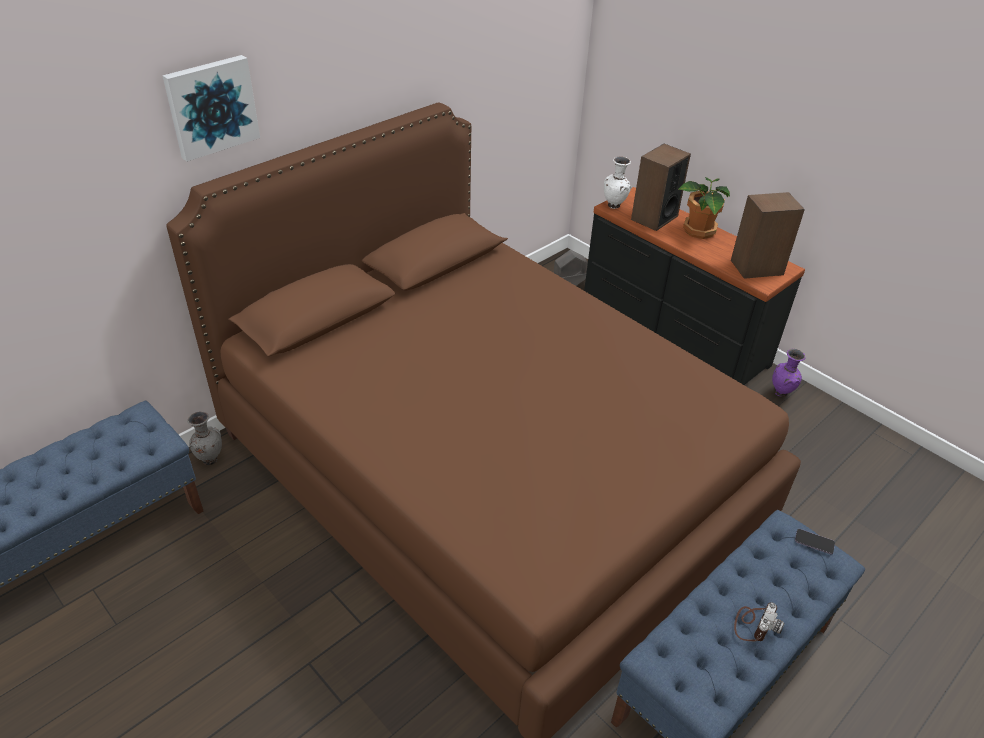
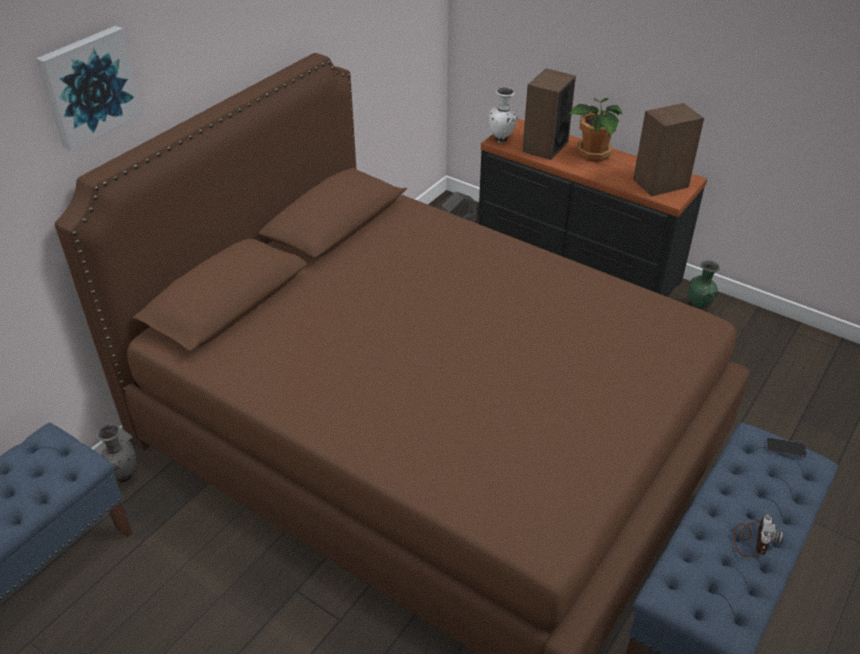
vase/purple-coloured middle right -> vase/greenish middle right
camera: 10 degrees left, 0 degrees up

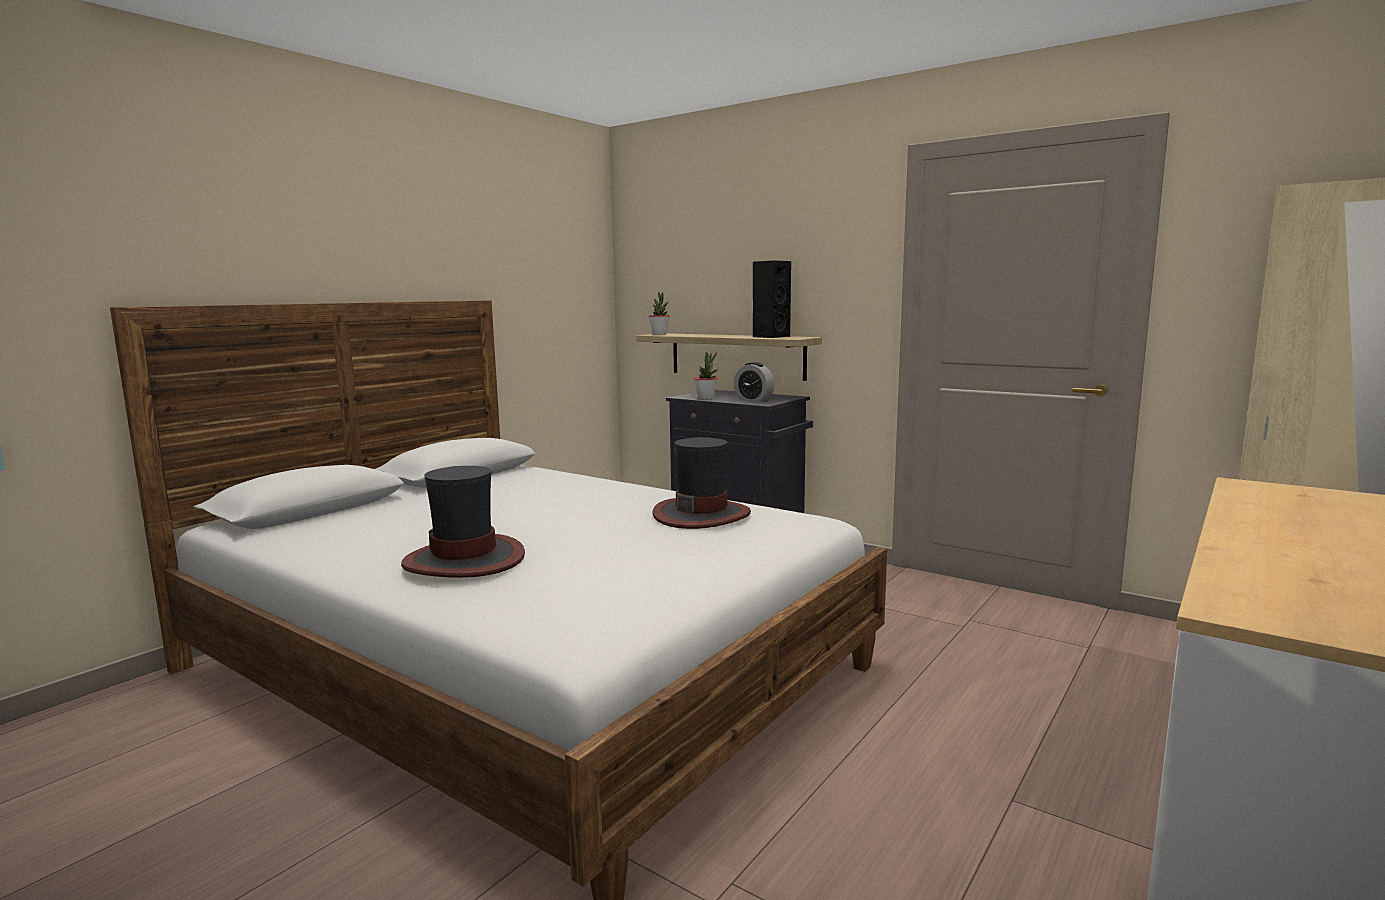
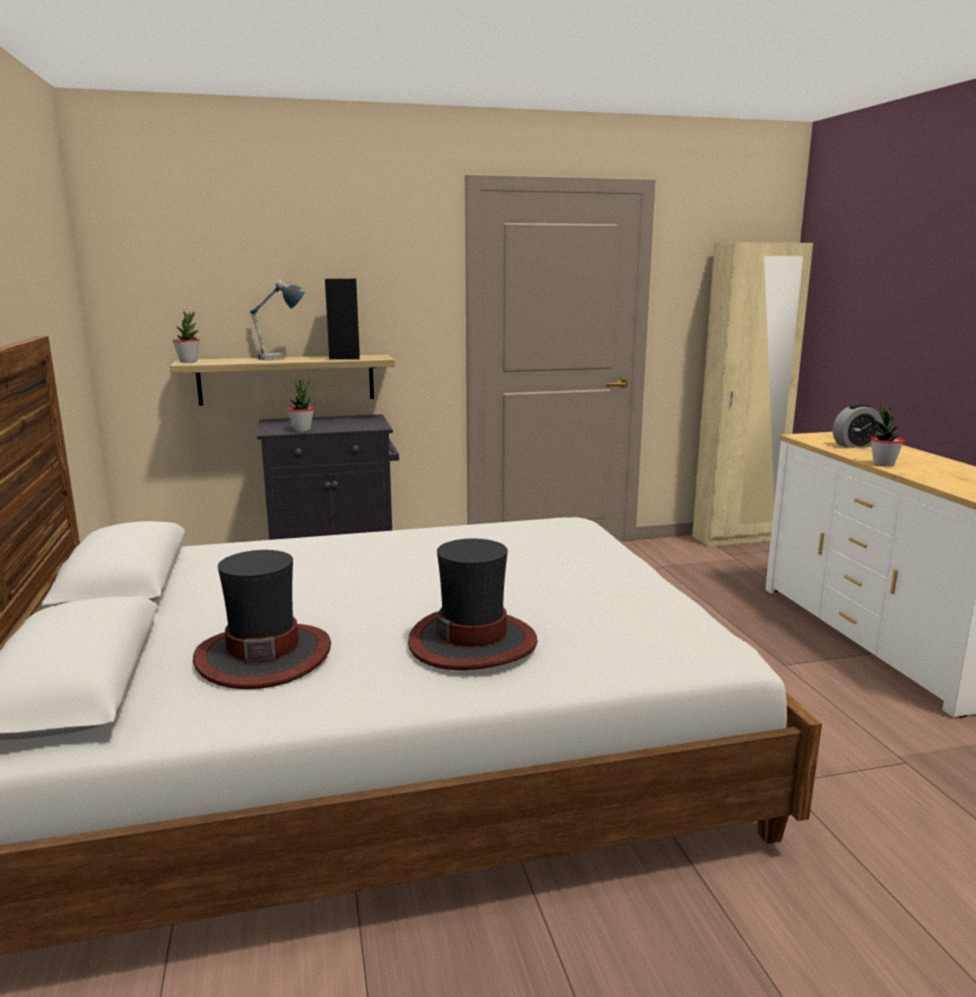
hat (no. 2 from left in the first image) centre -> hat (no. 1 from left) middle left, relocated
none -> lamp for a table top left
bedside clock centre -> bedside clock middle right, relocated
none -> potted plant (no. 3 from left) middle right
camera: 50 degrees left, 5 degrees up

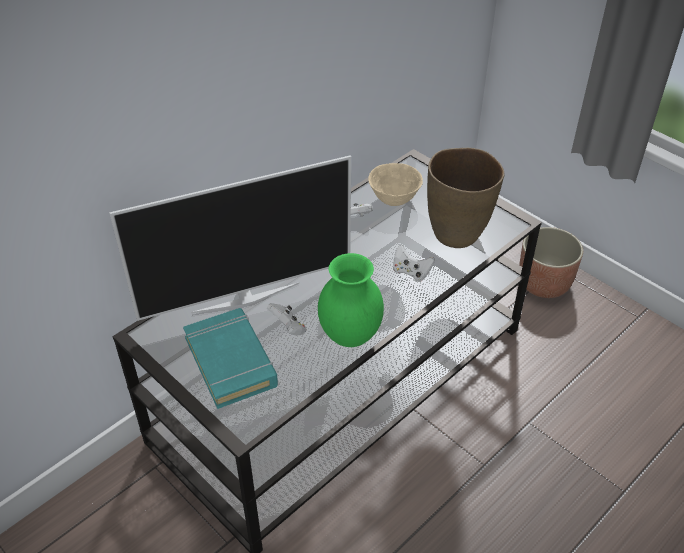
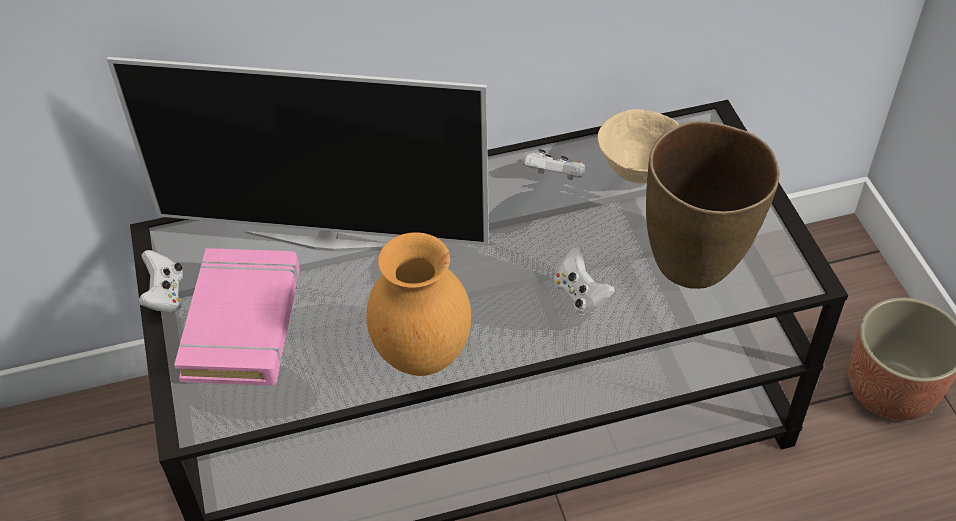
gamepad/white (no. 1 from left) centre -> gamepad/white (no. 1 from left) middle left, relocated
book/turquoise-coloured centre -> book/pink-coloured middle left
vase/greenish centre -> vase/brown (no. 1 from left) centre
camera: 30 degrees right, 5 degrees up

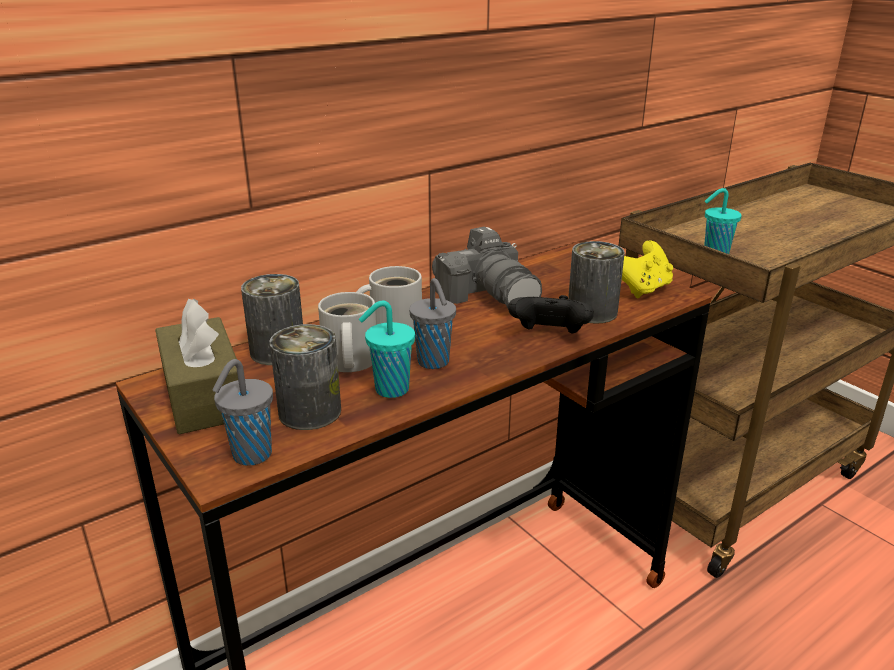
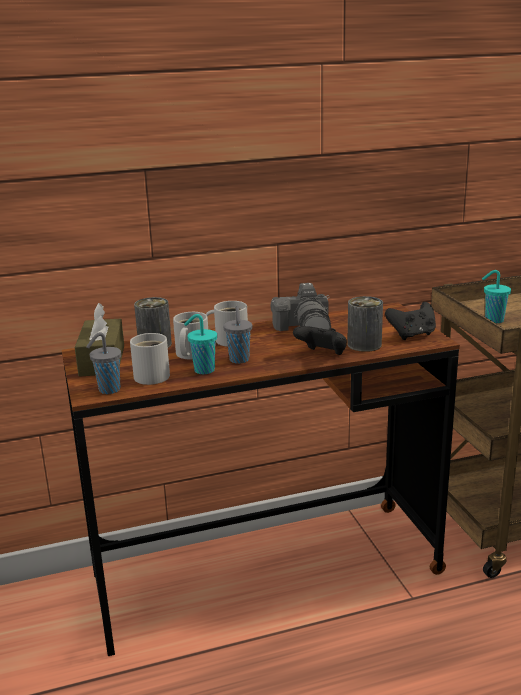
metal can (no. 2 from left) centre -> coffee mug/white (no. 1 from left) middle left
gamepad/yellowish middle right -> gamepad/blackish (no. 2 from left) middle right
camera: 20 degrees right, 5 degrees down

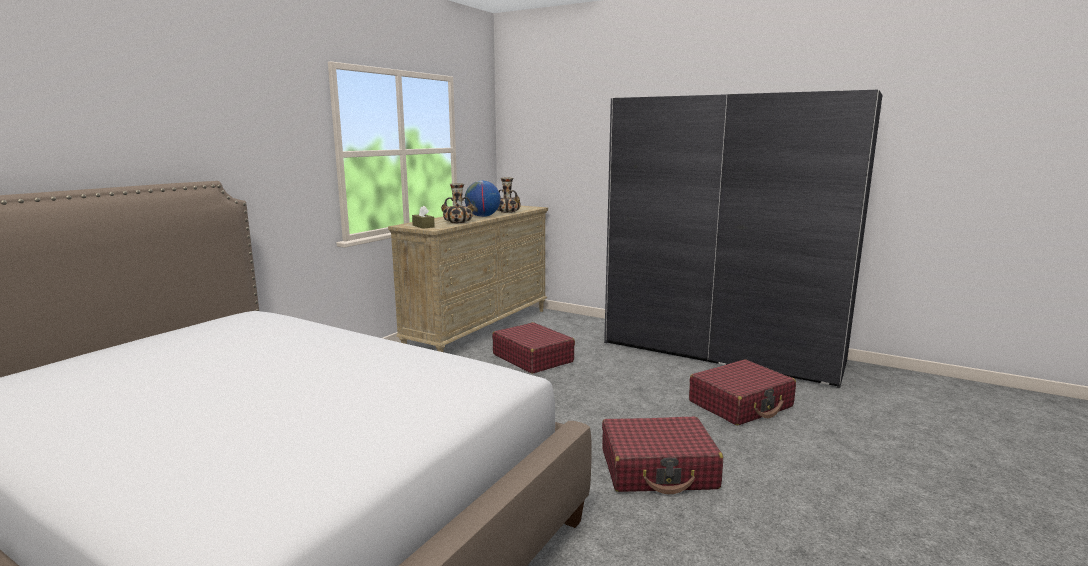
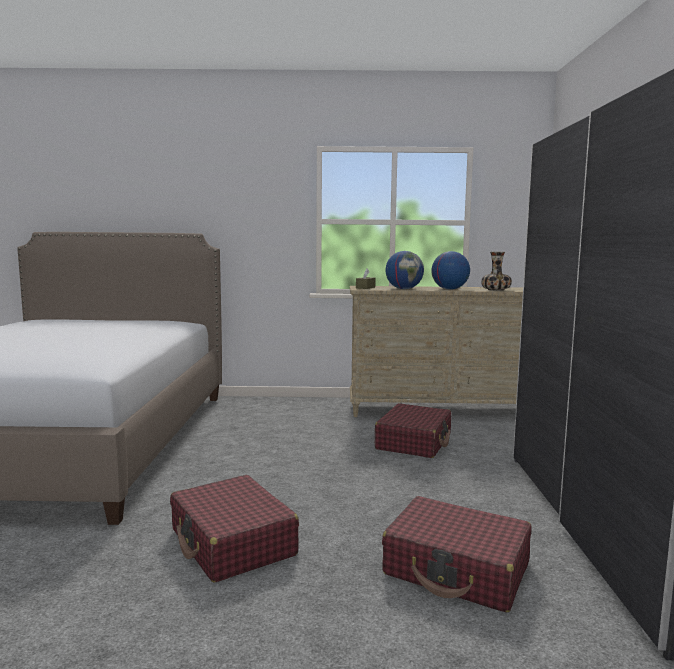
vase (no. 1 from left) centre -> world globe (no. 1 from left) centre
camera: 60 degrees right, 5 degrees down

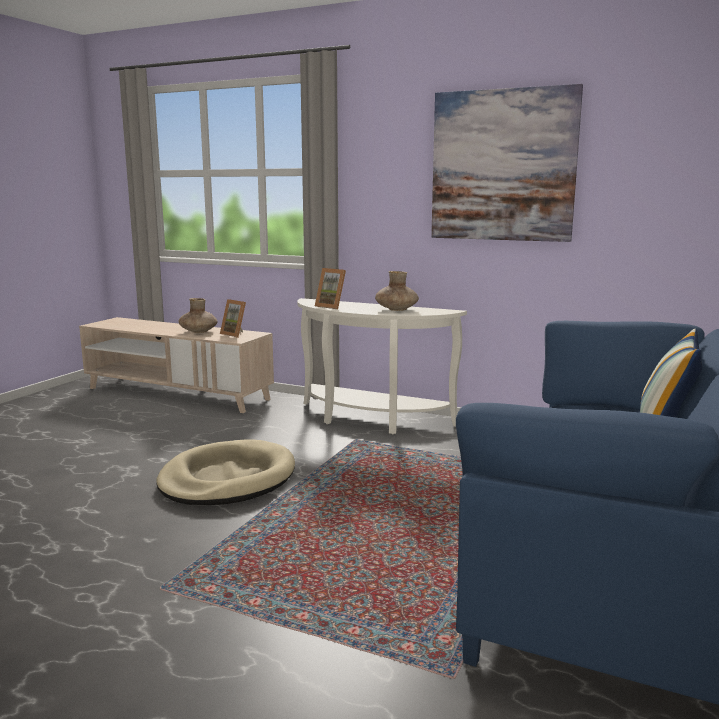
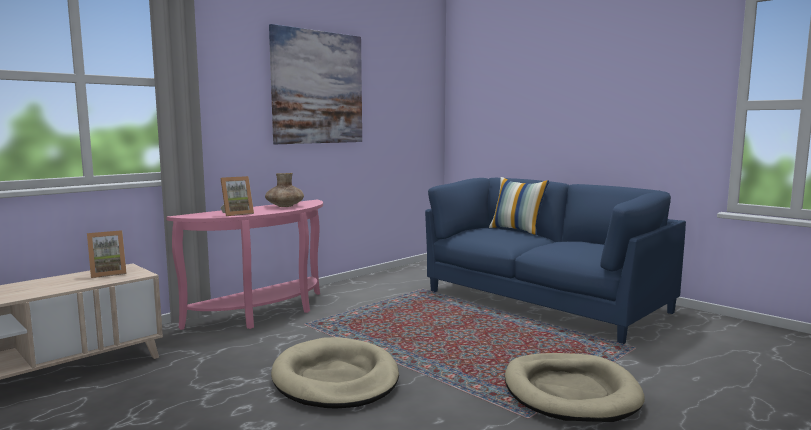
console table/white centre -> console table/pink-coloured middle left
none -> dog cushion/beige-coloured (no. 2 from left) bottom right
vase/brown (no. 1 from left) middle left -> none
camera: 70 degrees left, 5 degrees down

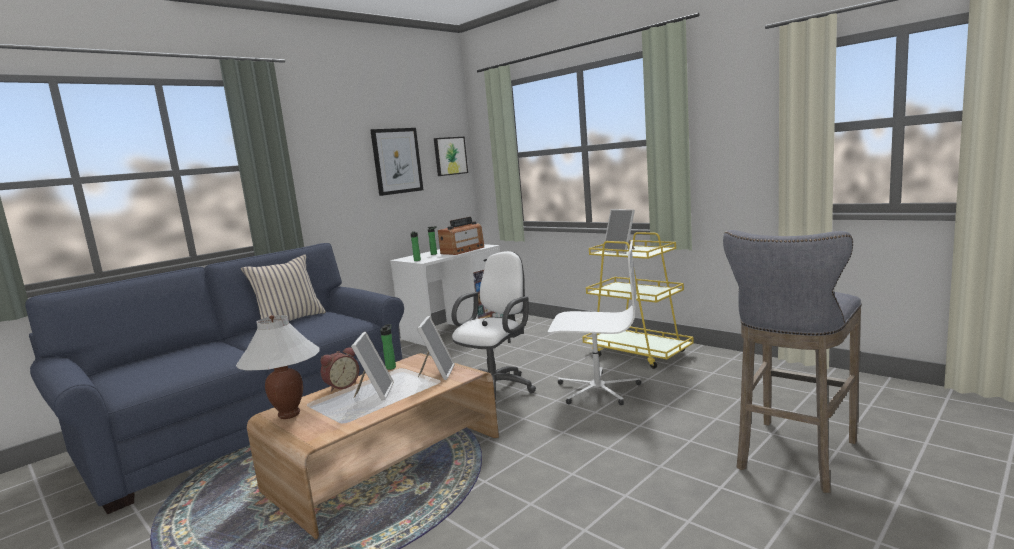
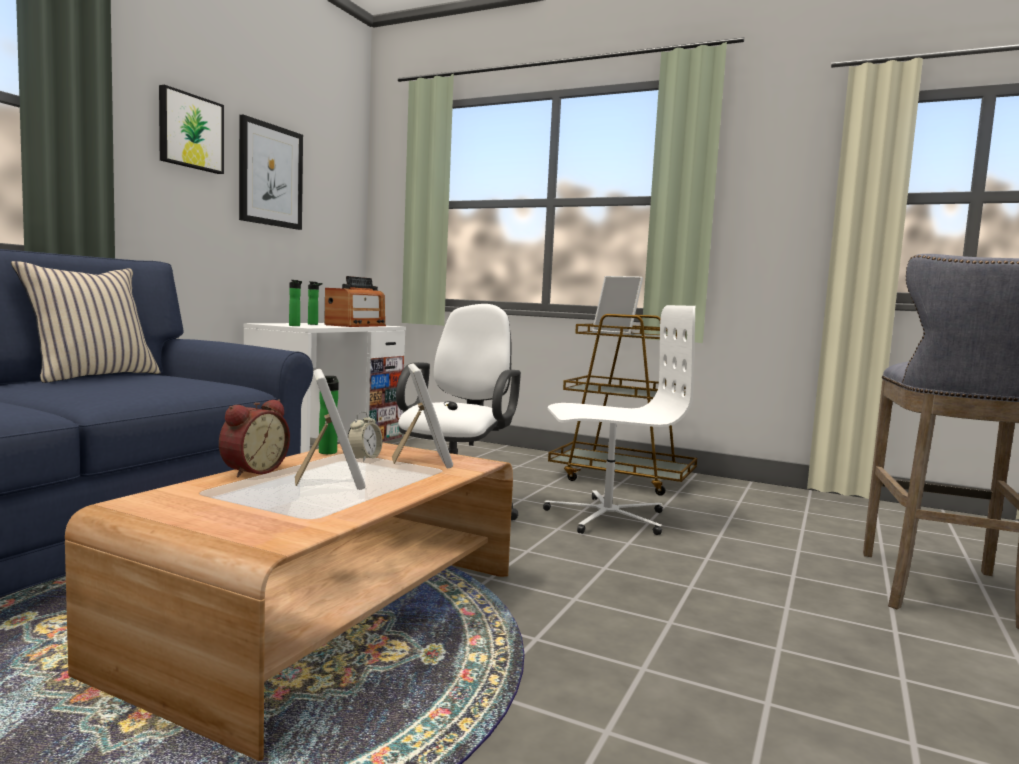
wall picture (no. 2 from left in the first image) top centre -> wall picture (no. 1 from left) top left, relocated
none -> bedside clock (no. 2 from left) centre
cart/yellowish centre -> cart/brown centre
lamp for a table/white bottom left -> none
camera: 20 degrees left, 5 degrees down

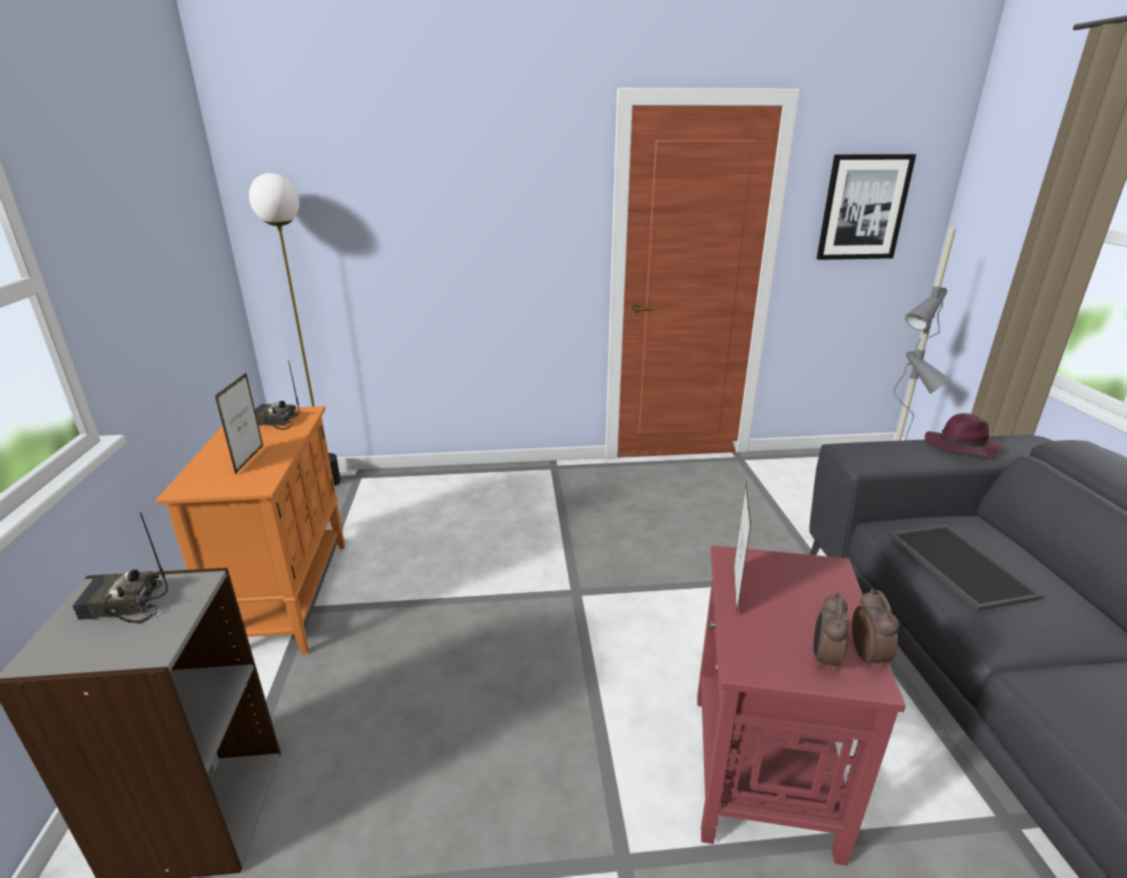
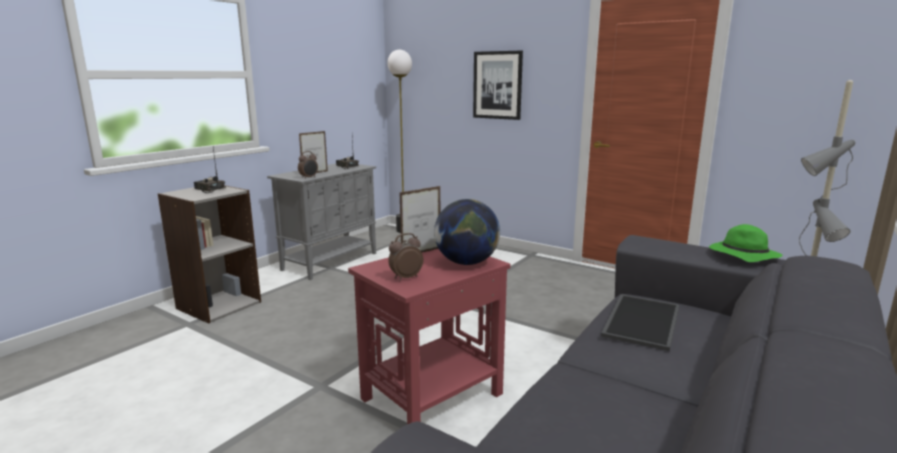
storage cabinet/orange-coloured middle left -> storage cabinet/greyish centre
bedside clock (no. 2 from left in the first image) bottom right -> bedside clock (no. 1 from left) centre, relocated
none -> world globe centre
wall picture top right -> wall picture top centre, relocated
hat/purple-coloured middle right -> hat/greenish middle right
camera: 40 degrees right, 10 degrees down

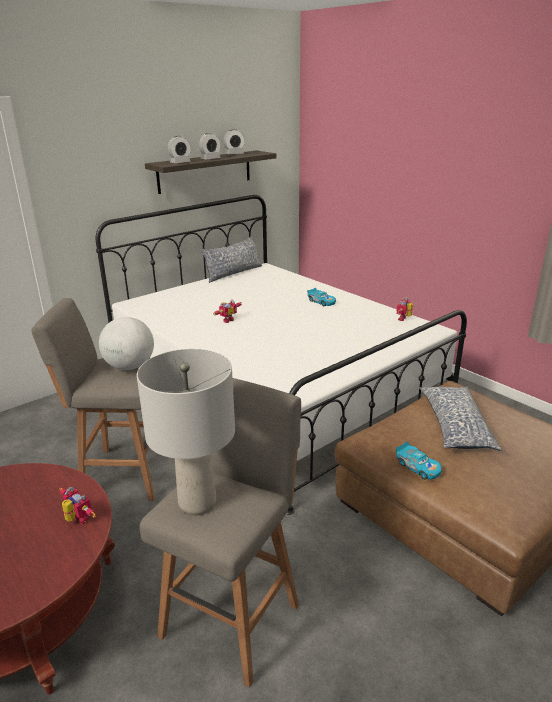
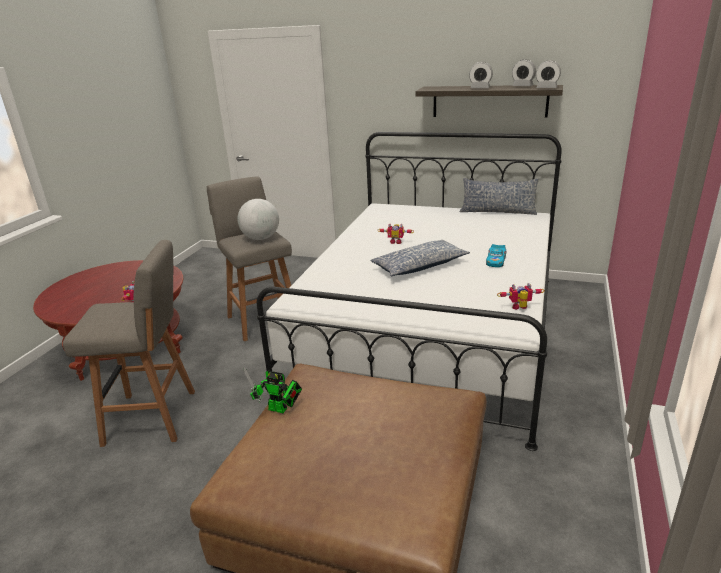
model car (no. 2 from left) middle right -> toy robot (no. 2 from left) bottom centre
throw pillow (no. 2 from left in the first image) middle right -> throw pillow (no. 1 from left) centre, relocated
bedside clock (no. 1 from left in the first image) top left -> bedside clock (no. 3 from left) top right, relocated
lamp for a table/greyish centre -> none
camera: 60 degrees right, 0 degrees up

